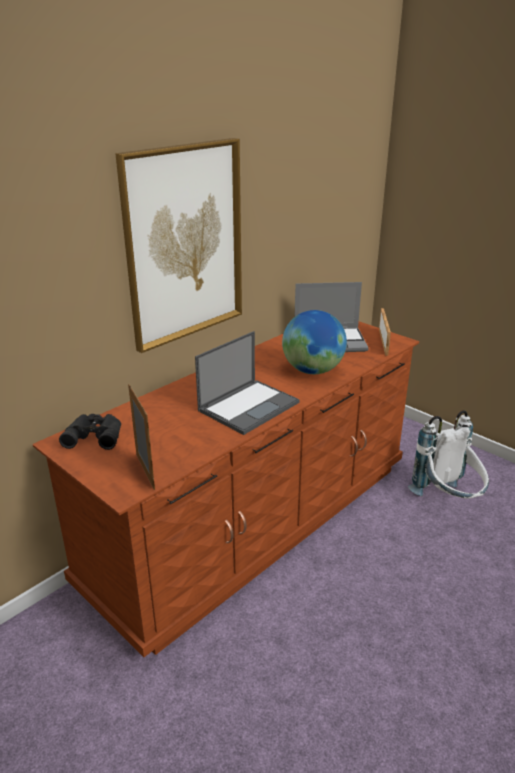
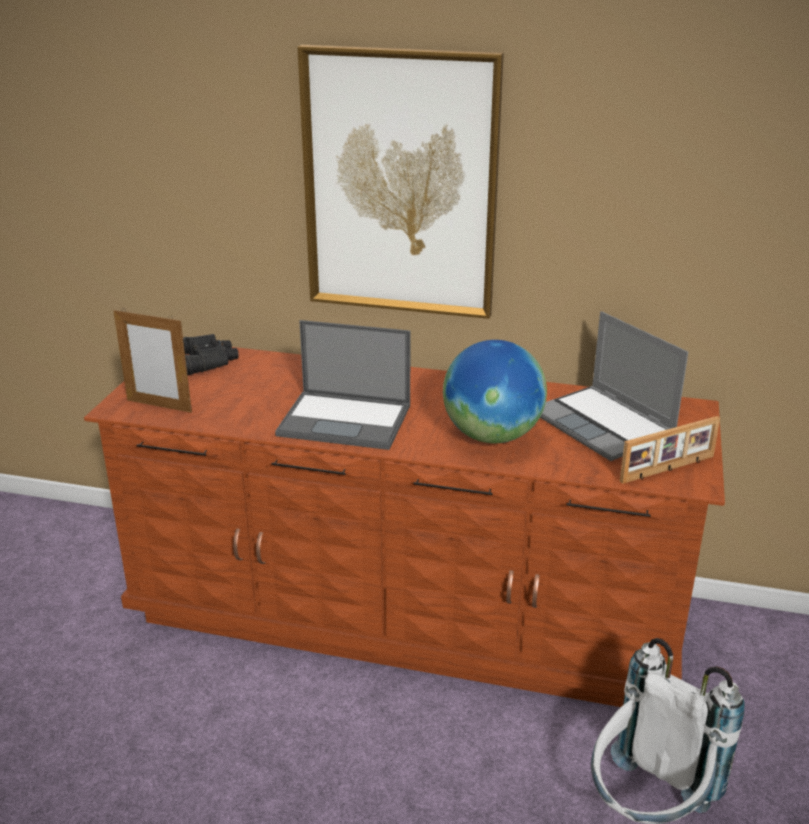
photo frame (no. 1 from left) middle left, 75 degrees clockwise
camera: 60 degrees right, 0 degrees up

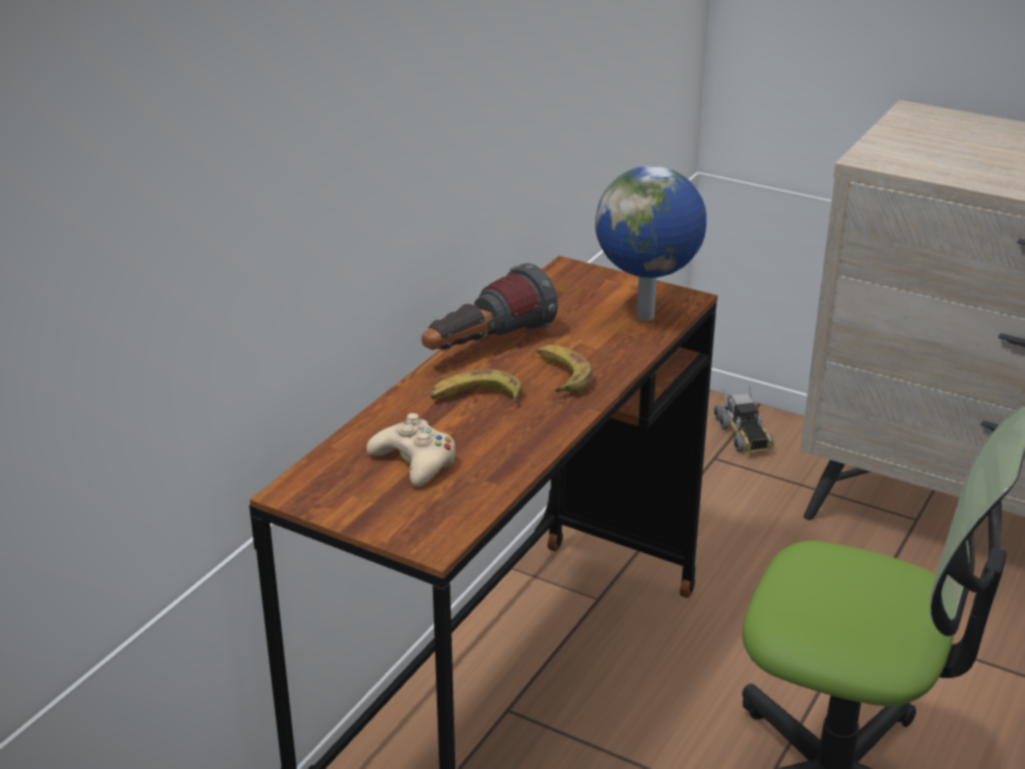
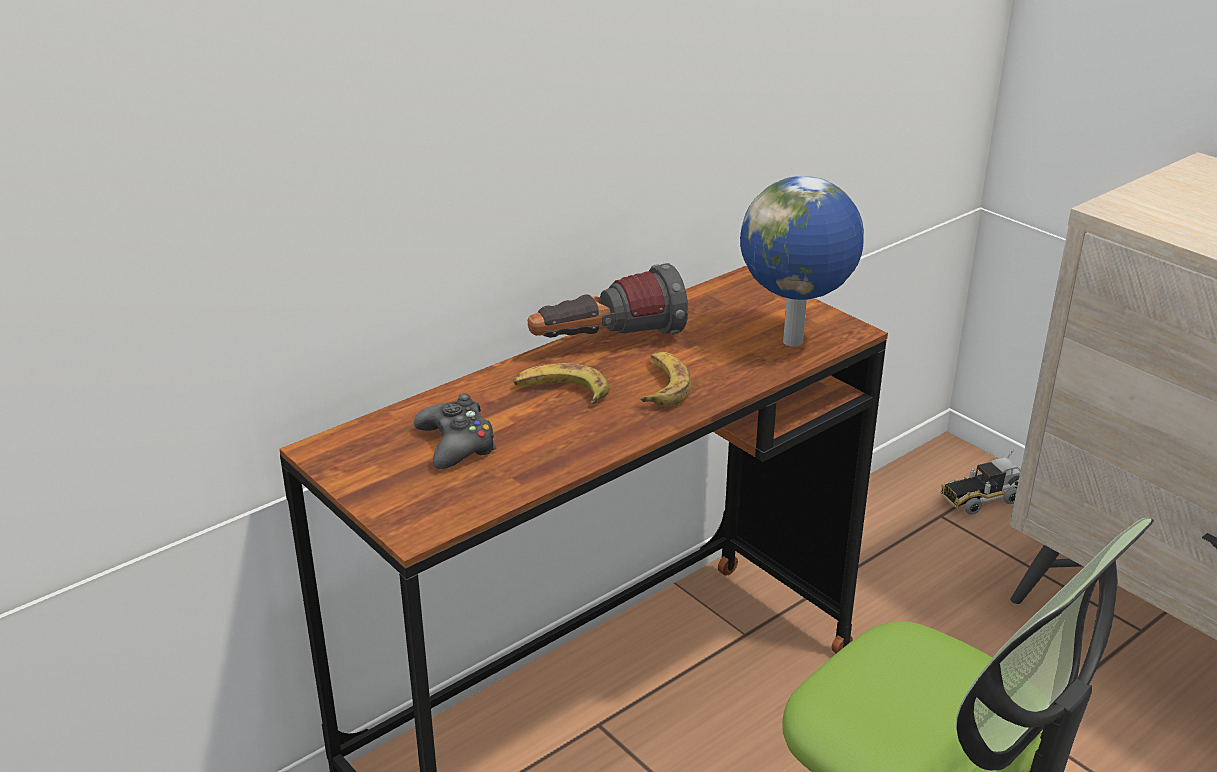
gamepad/beige-coloured centre -> gamepad/blackish centre
toy lorry middle right, 60 degrees clockwise
camera: 20 degrees right, 0 degrees up

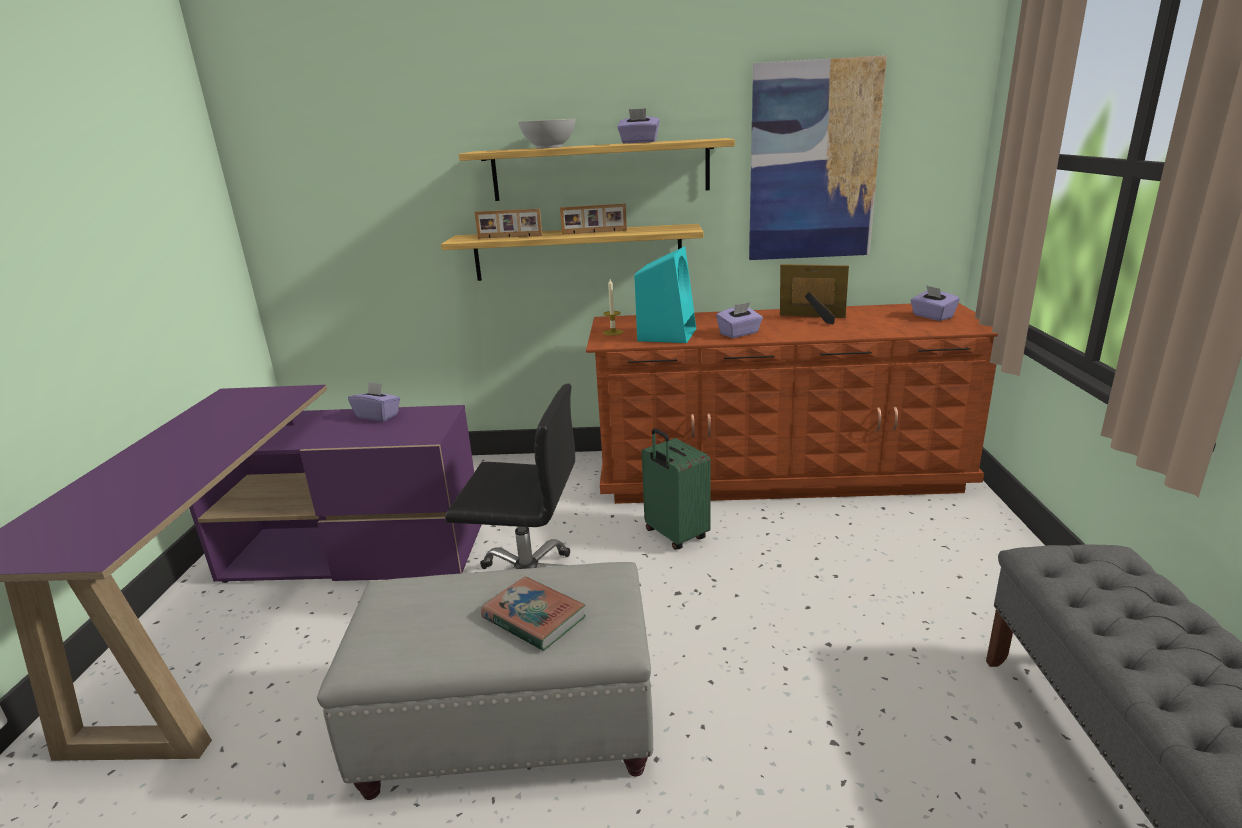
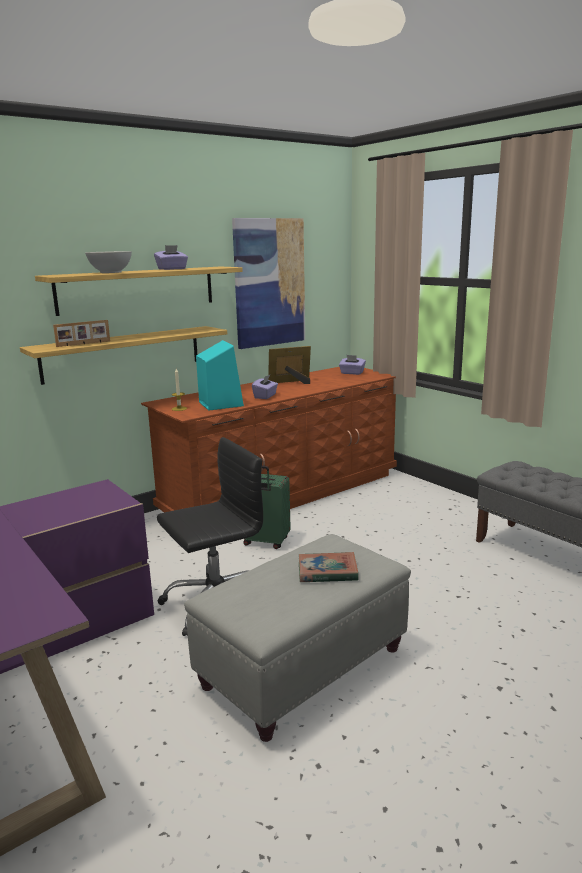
box of tissues/purple-coloured (no. 1 from left) middle left -> none
photo frame (no. 2 from left) top centre -> none
camera: 40 degrees left, 5 degrees down

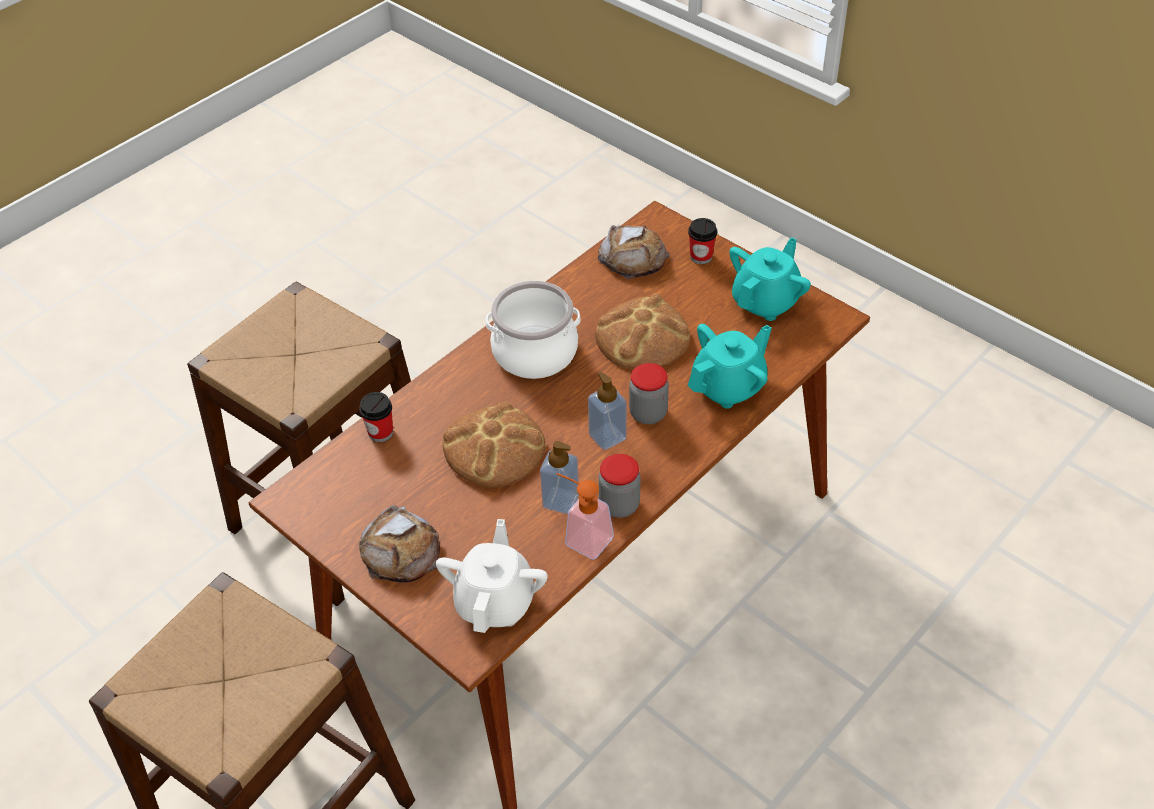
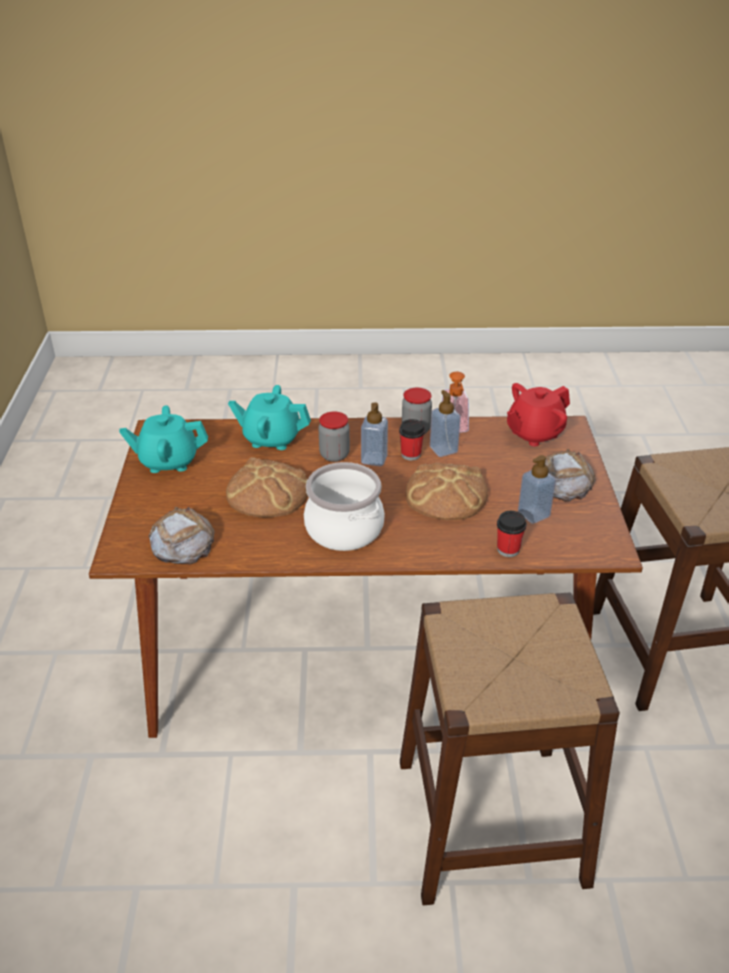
small cup (no. 2 from left in the first image) top centre -> small cup (no. 1 from left) centre, relocated
pot for tea/white bottom centre -> pot for tea/red-coloured middle right
none -> soap dispenser (no. 4 from left) middle right
camera: 135 degrees left, 10 degrees down

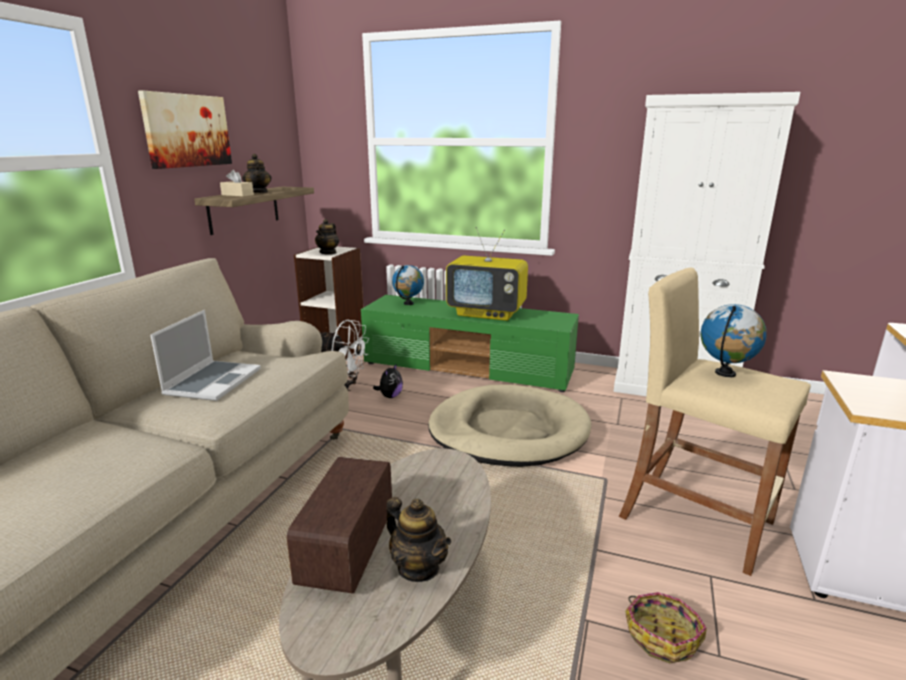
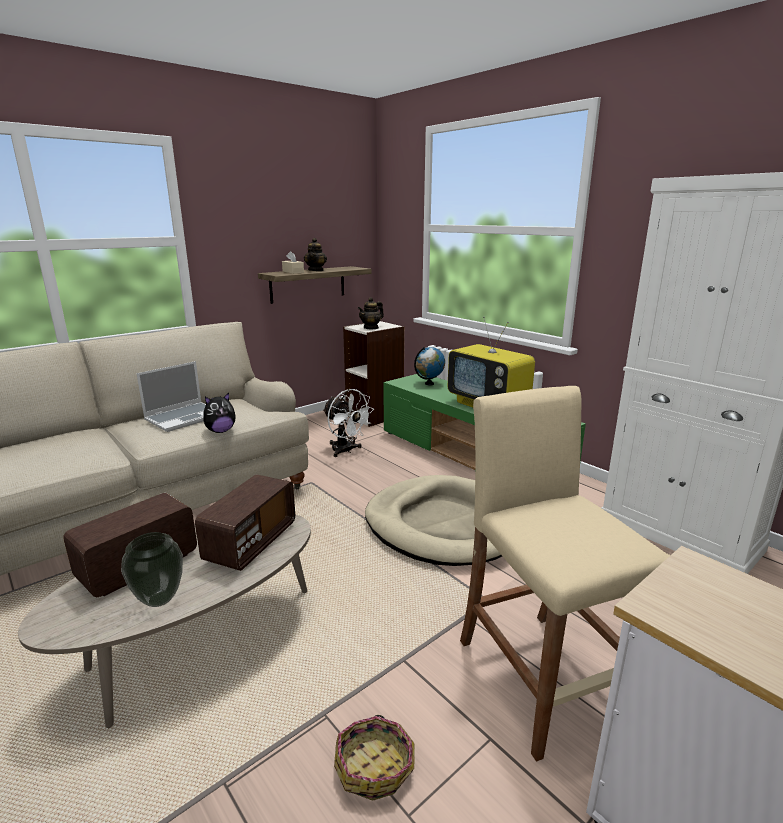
pot for tea (no. 3 from left) bottom centre -> vase bottom left
none -> radio receiver (no. 2 from left) middle left
cuddly toy centre -> cuddly toy middle left, relocated
wall picture top left -> none
world globe (no. 2 from left) middle right -> none
camera: 30 degrees right, 0 degrees up

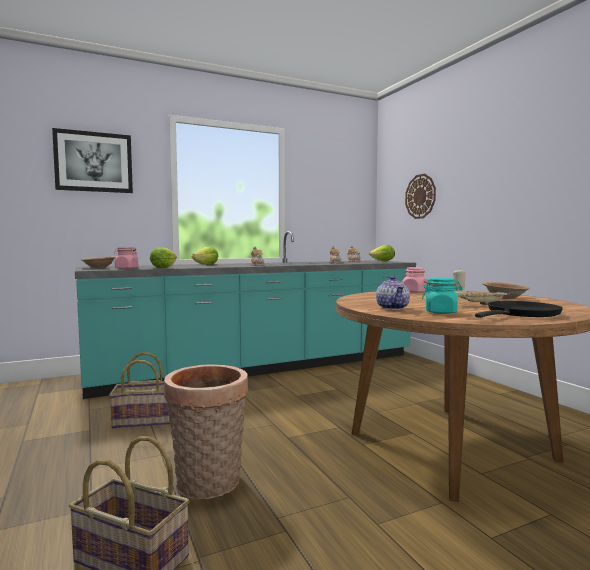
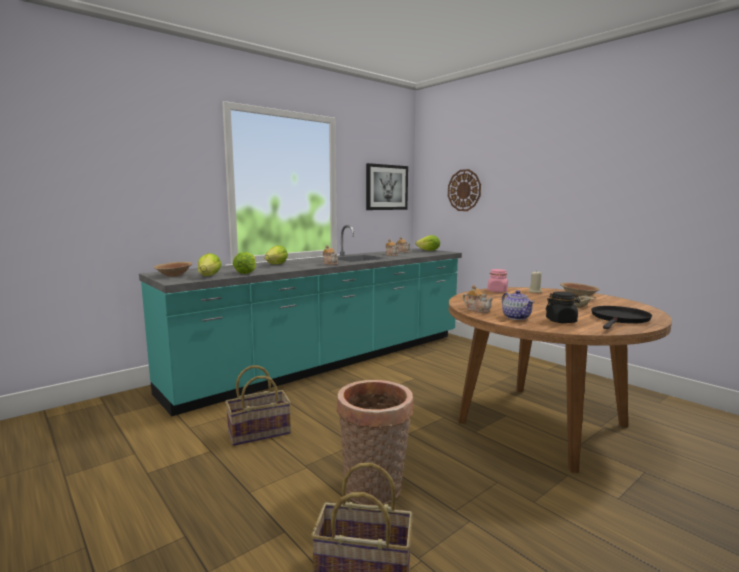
preserve jar/pink-coloured (no. 1 from left) middle left -> lettuce head (no. 1 from left) middle left
wall picture top left -> wall picture top centre, relocated
none -> pot for tea (no. 4 from left) centre
preserve jar/turquoise-coloured middle right -> preserve jar/blackish middle right
camera: 15 degrees left, 5 degrees up

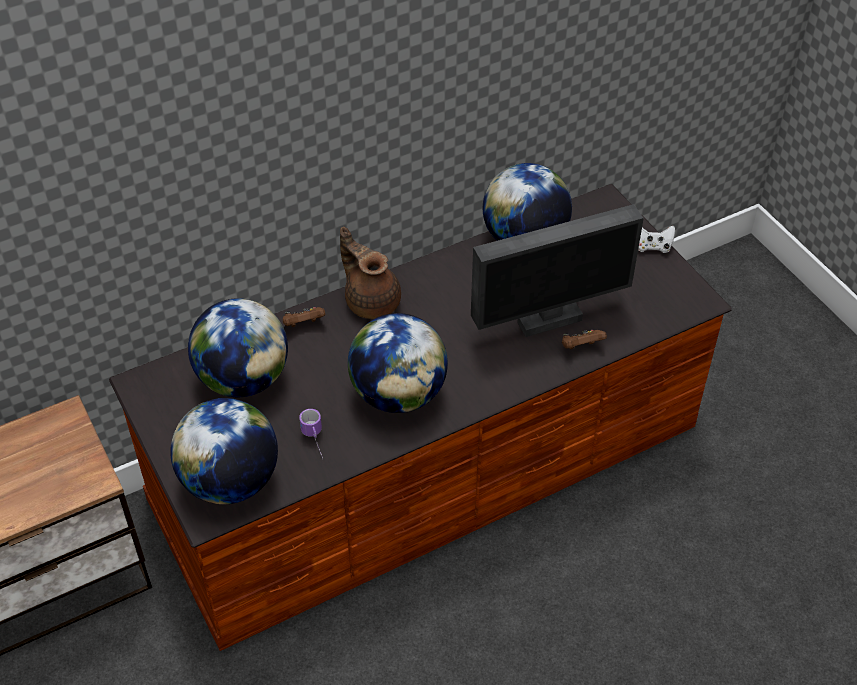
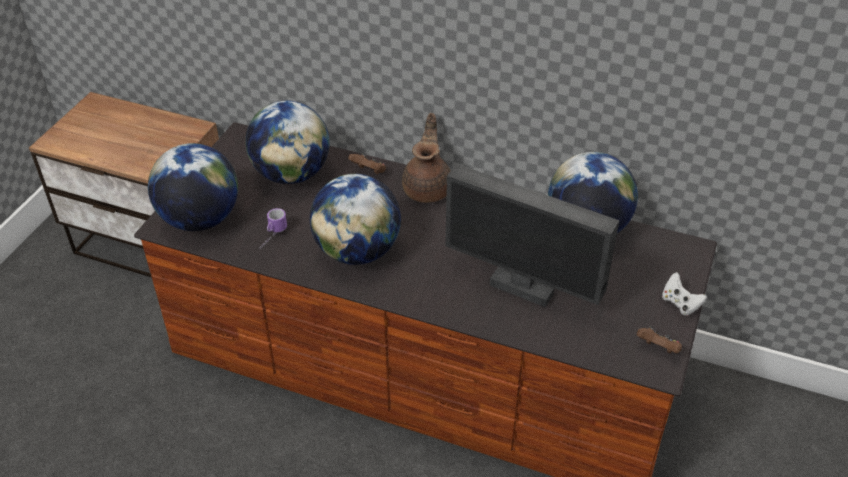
gamepad/brown (no. 2 from left) middle right -> gamepad/brown (no. 2 from left) bottom right, relocated
camera: 50 degrees right, 5 degrees down

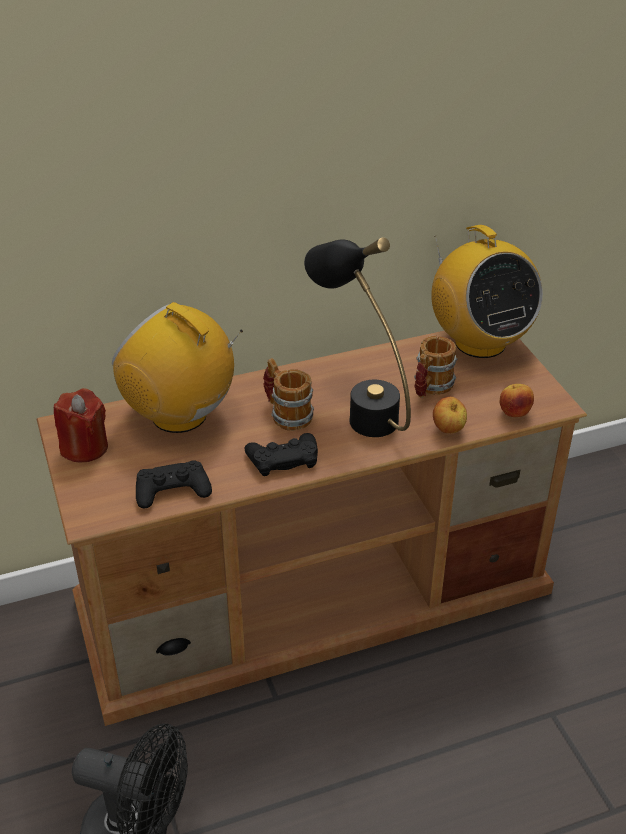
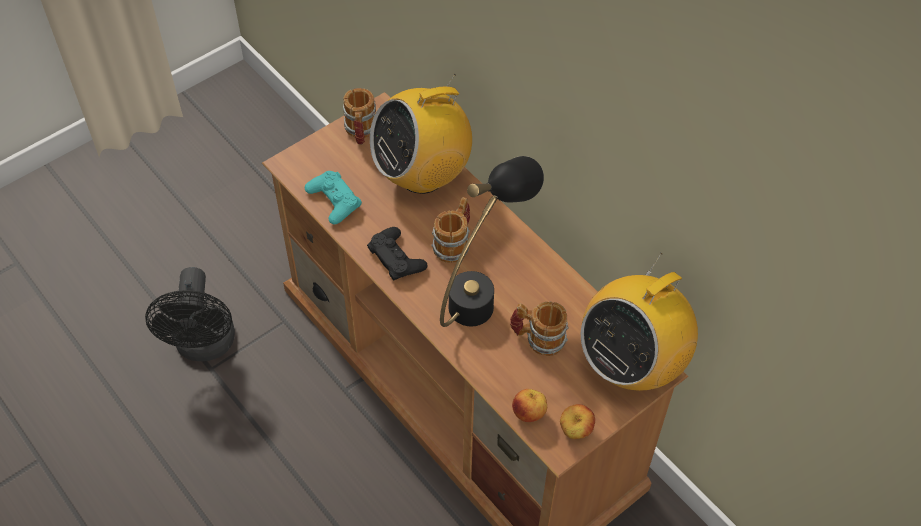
gamepad/blackish (no. 1 from left) middle left -> gamepad/turquoise-coloured centre
wax candle/red-coloured middle left -> coffee mug (no. 1 from left) top centre
radio receiver (no. 1 from left) middle left -> radio receiver (no. 1 from left) top centre, 135 degrees counterclockwise
whole apple (no. 1 from left in the first image) middle right -> whole apple (no. 2 from left) bottom centre, relocated
camera: 70 degrees right, 15 degrees up

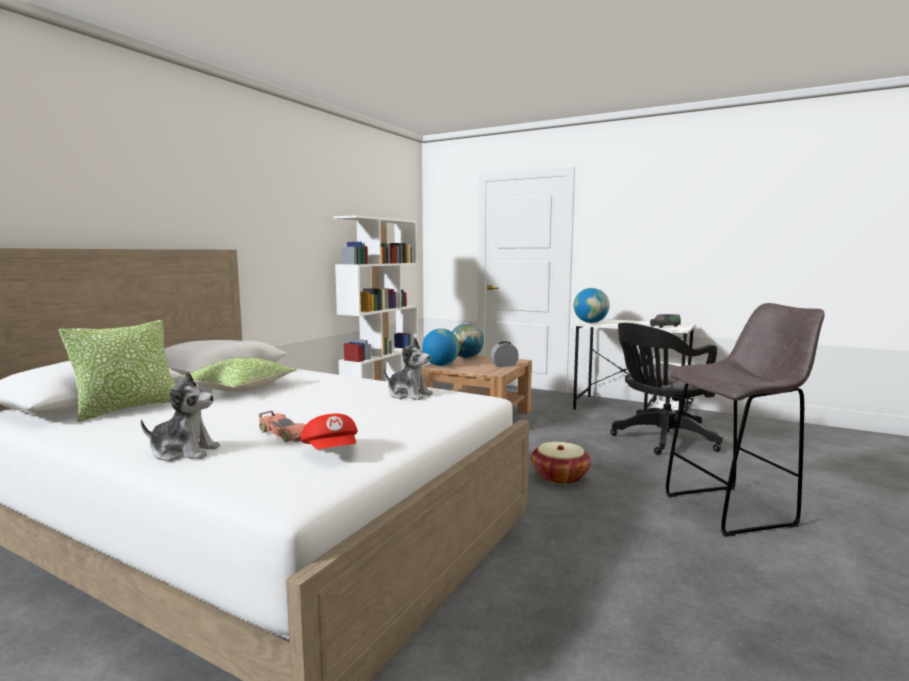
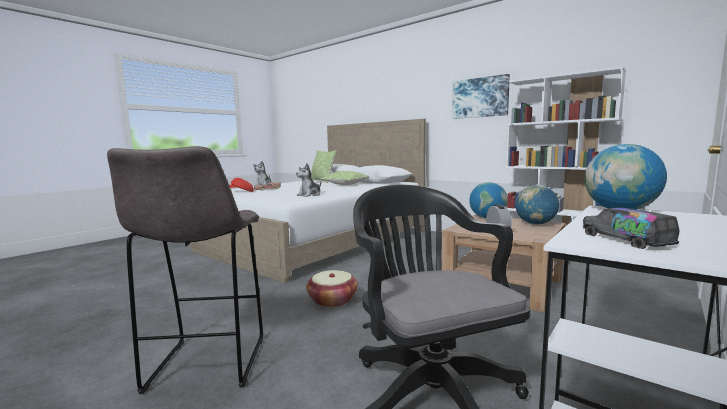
none -> wall picture top centre
camera: 100 degrees right, 0 degrees up

